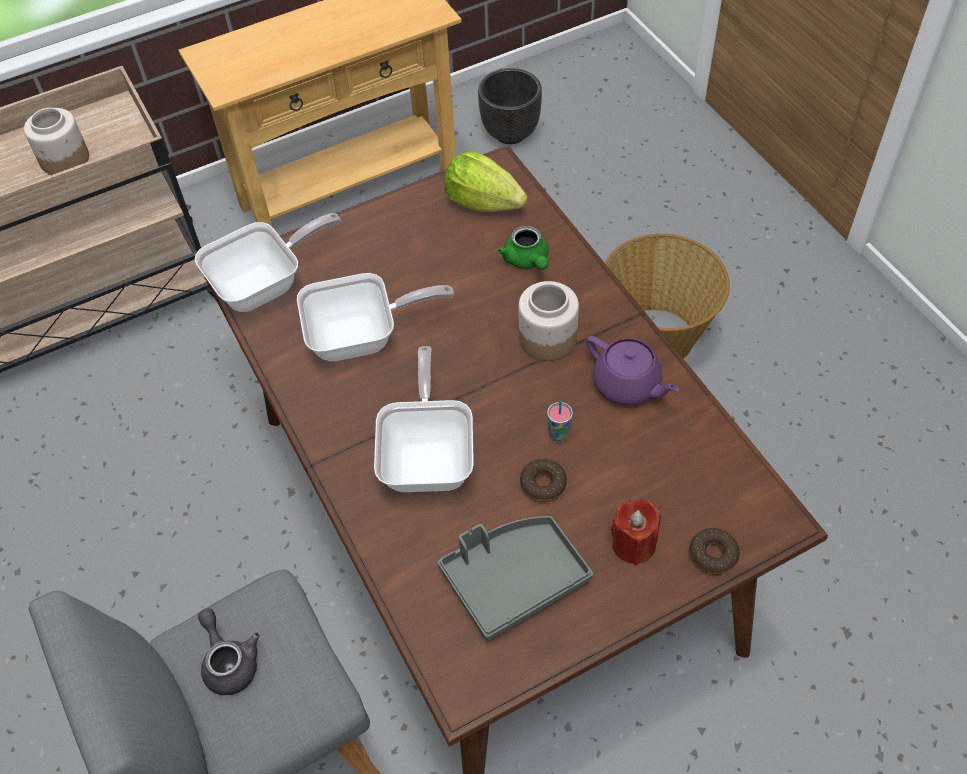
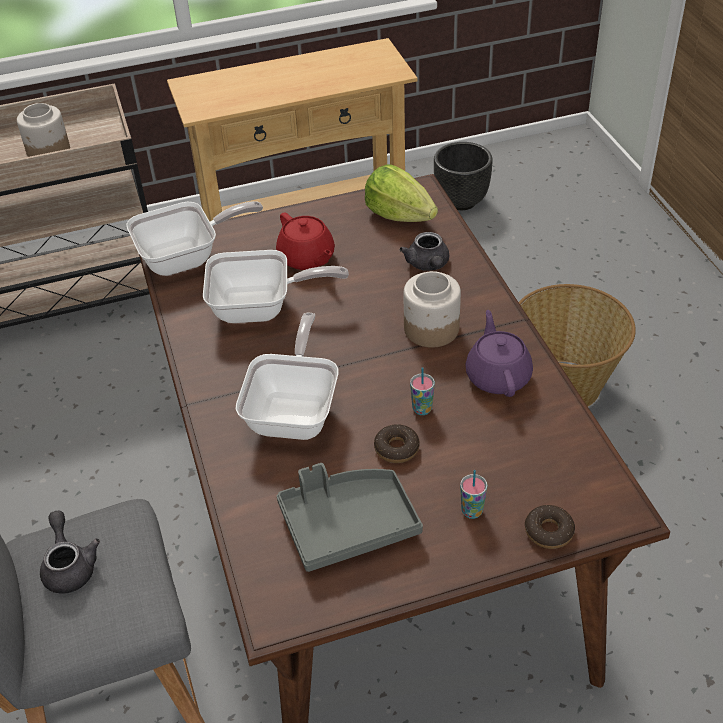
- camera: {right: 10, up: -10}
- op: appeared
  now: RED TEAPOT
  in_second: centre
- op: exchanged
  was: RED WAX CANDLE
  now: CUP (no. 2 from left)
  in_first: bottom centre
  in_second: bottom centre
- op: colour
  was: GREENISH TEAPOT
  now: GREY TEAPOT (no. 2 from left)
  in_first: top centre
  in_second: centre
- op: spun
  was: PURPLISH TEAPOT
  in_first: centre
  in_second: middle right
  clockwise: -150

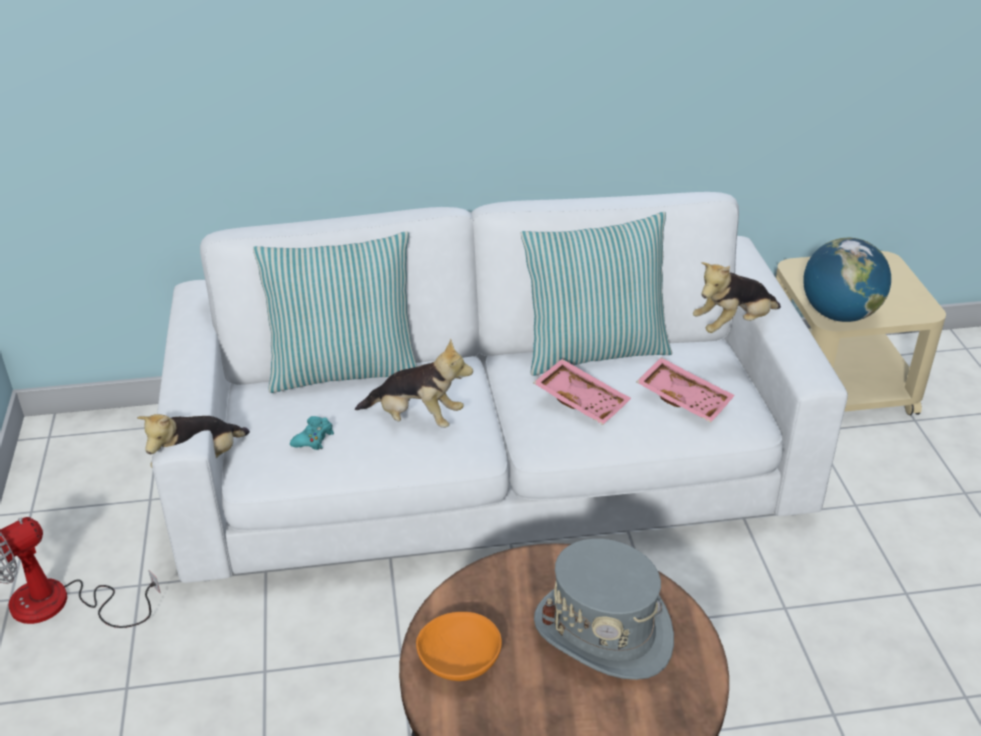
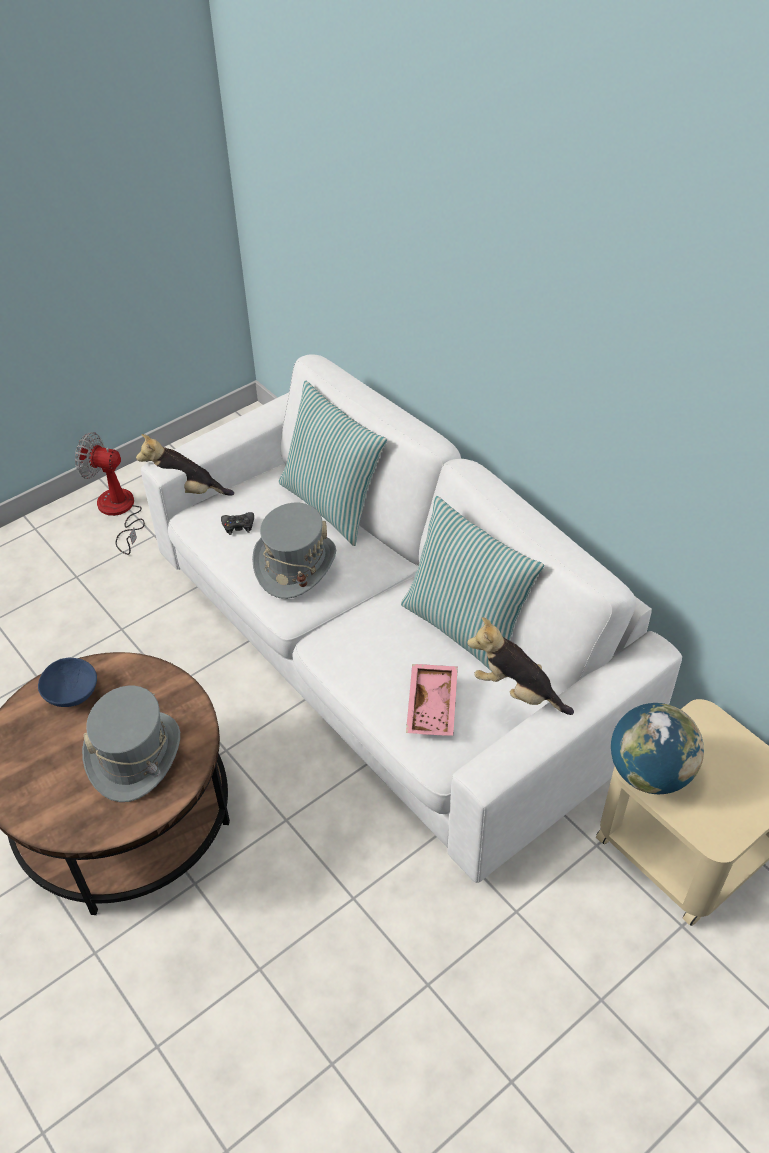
- camera: {right: 60, up: 10}
- op: missing
  was: PINK-COLOURED CARRYING TRAY (no. 1 from left)
  in_first: centre
- op: exchanged
  was: PLUSH TOY (no. 2 from left)
  now: GREY CLOTHING HAT (no. 2 from left)
  in_first: centre
  in_second: centre
- op: colour
  was: TURQUOISE-COLOURED GAME CONTROLLER
  now: BLACKISH GAME CONTROLLER
  in_first: middle left
  in_second: middle left
- op: colour
  was: ORANGEY BOWL
  now: BLUE-COLOURED BOWL
  in_first: bottom centre
  in_second: middle left

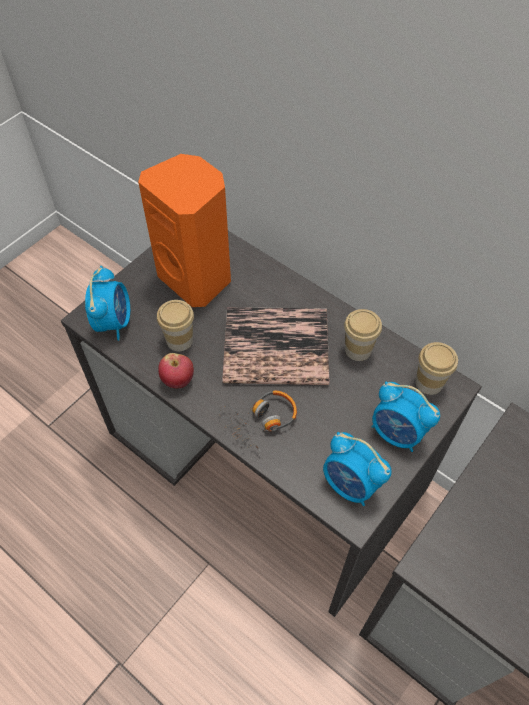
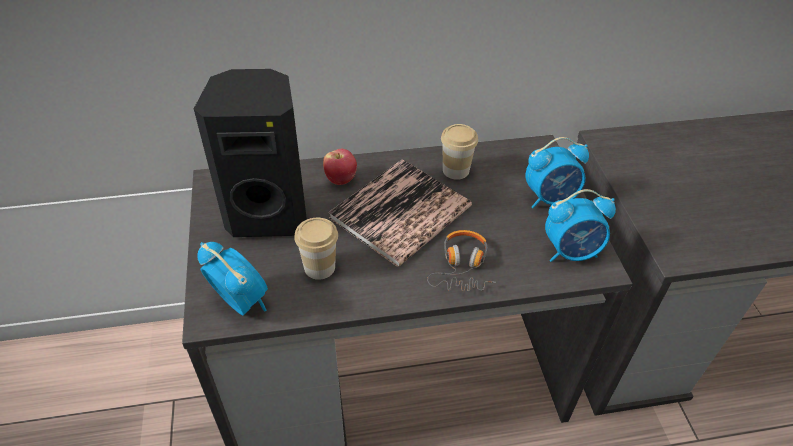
- camera: {right: -50, up: -10}
- op: missing
  was: CUP (no. 3 from left)
  in_first: middle right
- op: relocated
  was: APPLE FRUIT
  in_first: middle left
  in_second: centre
- op: colour
  was: ORANGEY SPEAKER
  now: BLACKISH SPEAKER
  in_first: top centre
  in_second: middle left

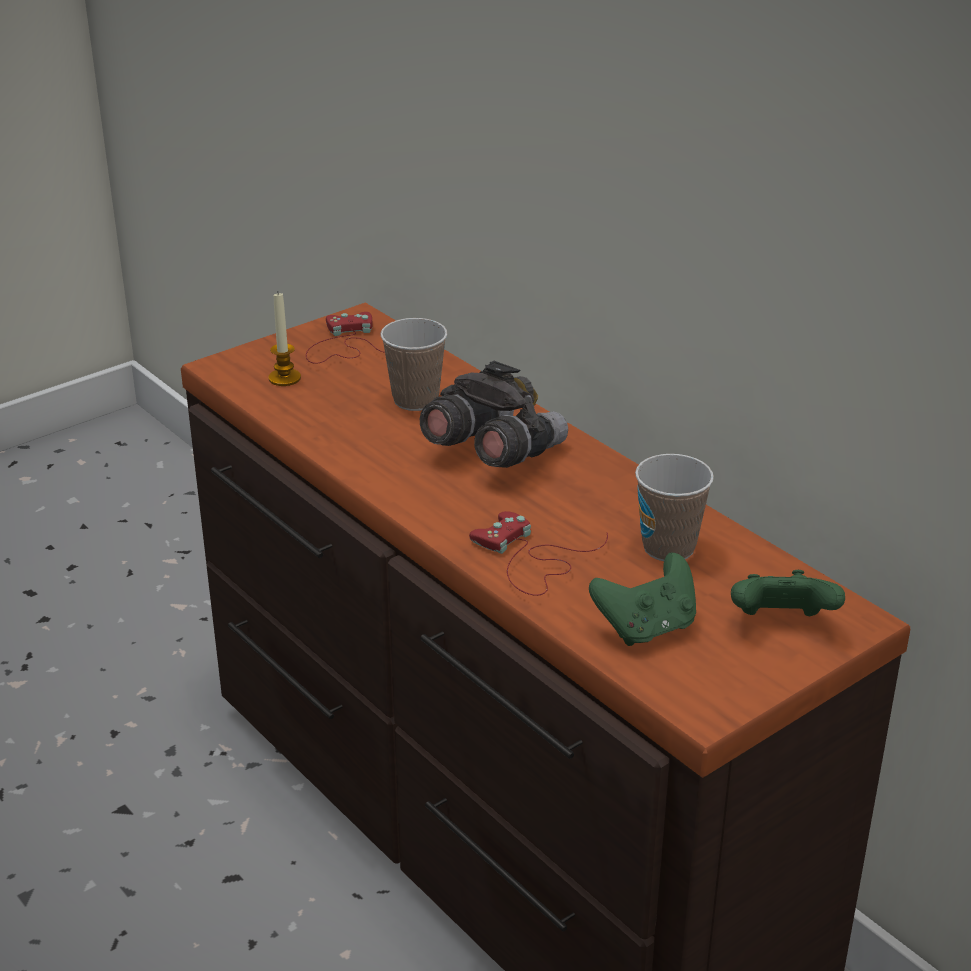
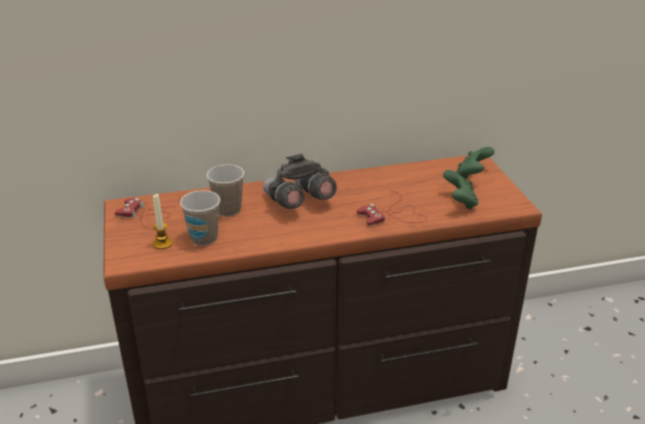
- camera: {right: -65, up: 0}
- op: relocated
  was: CUP (no. 2 from left in the first image)
  now: CUP (no. 1 from left)
  in_first: middle right
  in_second: middle left

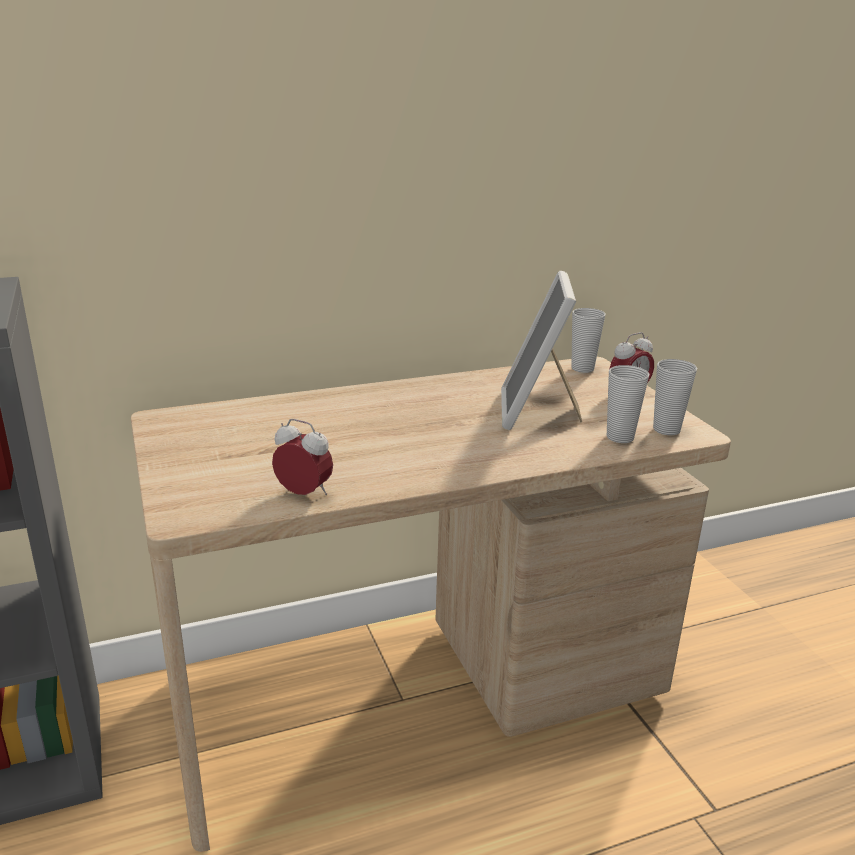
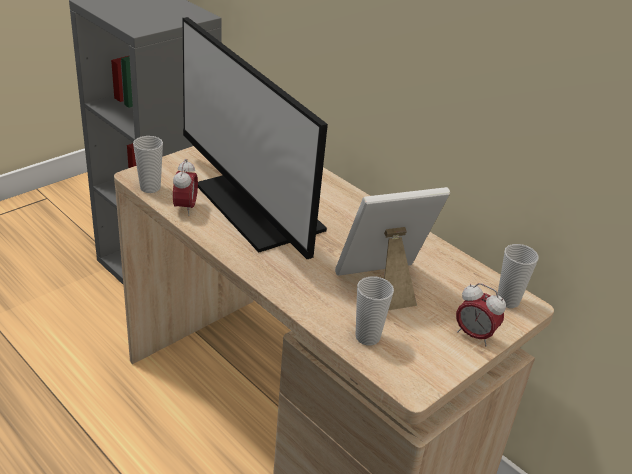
- camera: {right: 65, up: 10}
- op: appeared
  now: COMPUTER SCREEN
  in_second: top centre
- op: relocated
  was: CUP (no. 3 from left in the first image)
  now: CUP (no. 1 from left)
  in_first: middle right
  in_second: middle left

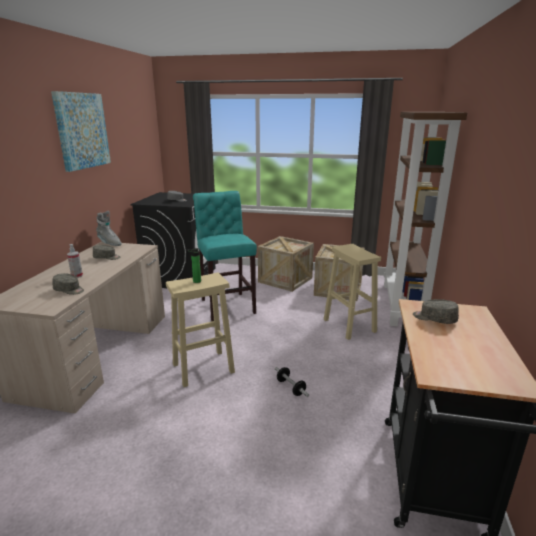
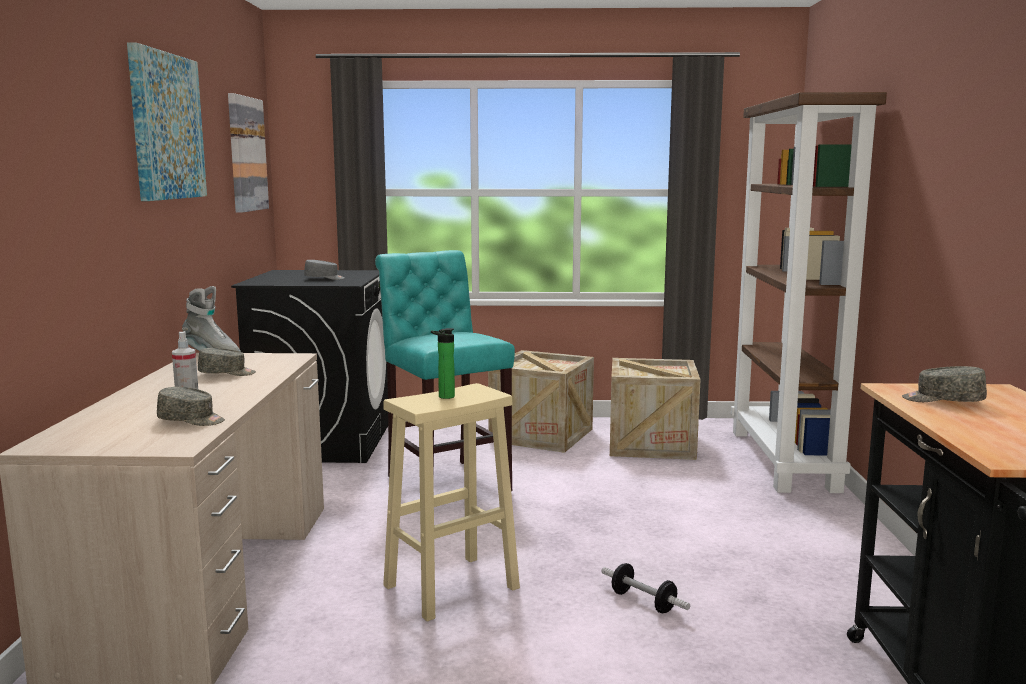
- camera: {right: -10, up: -10}
- op: missing
  was: SAND-COLOURED STOOL (no. 2 from left)
  in_first: centre
- op: appeared
  now: WALL ART (no. 2 from left)
  in_second: top left

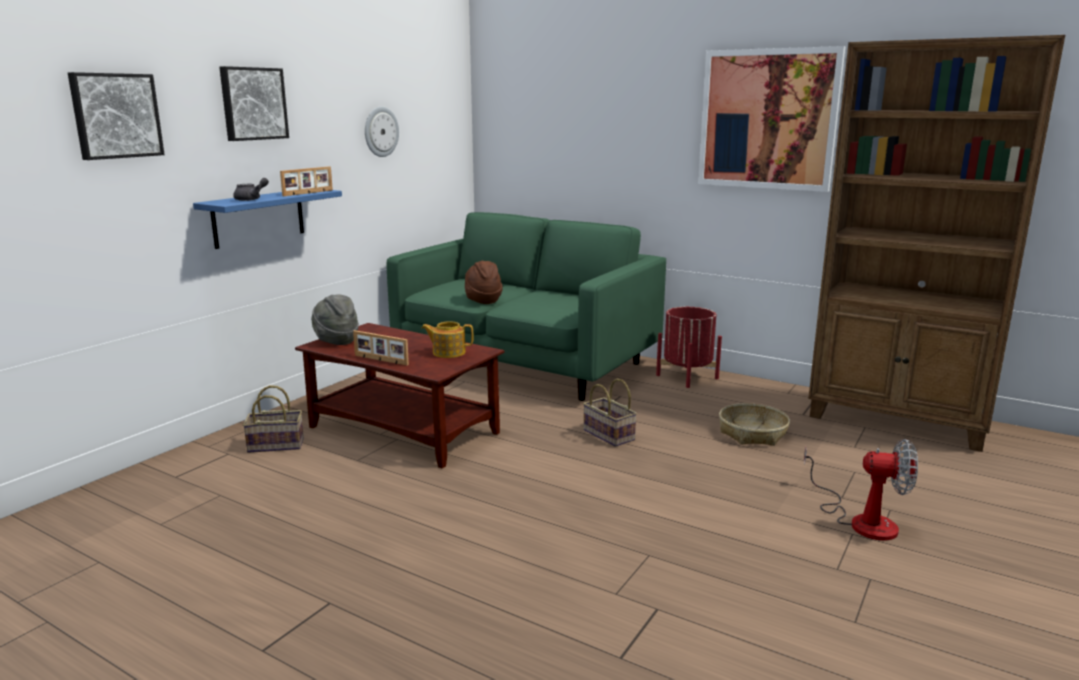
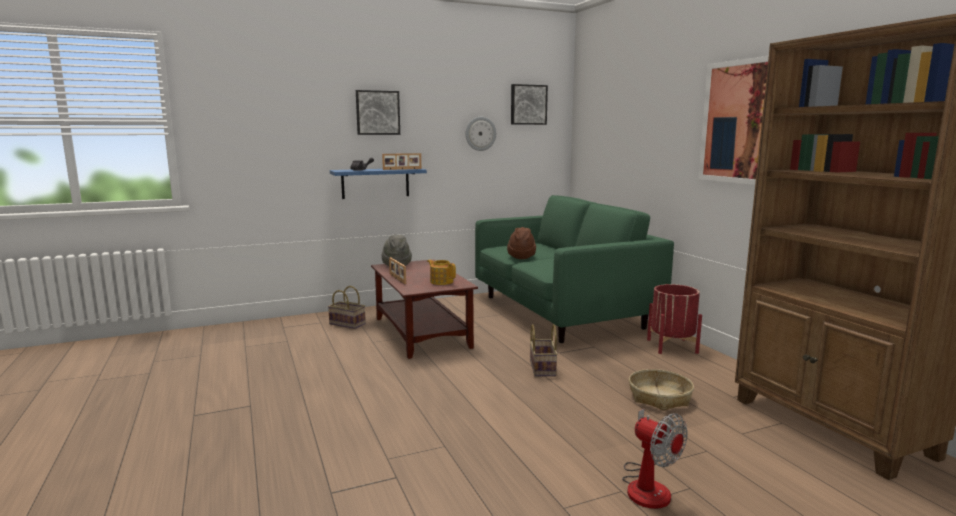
- camera: {right: 35, up: -5}
- op: relocated
  was: WALL ART (no. 1 from left in the first image)
  now: WALL ART (no. 2 from left)
  in_first: top left
  in_second: top centre

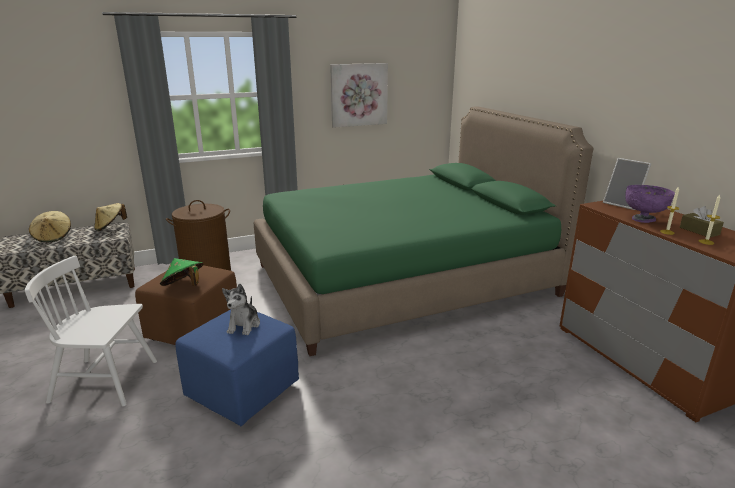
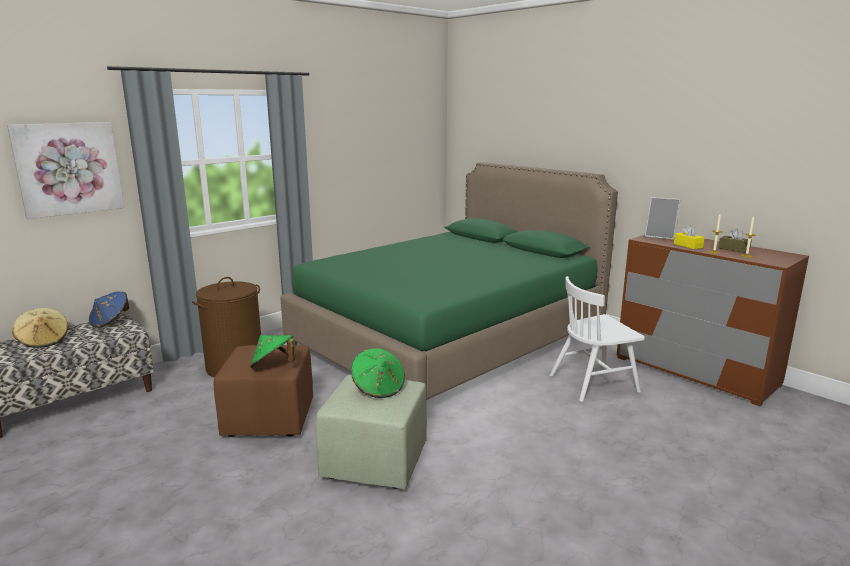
- camera: {right: -20, up: -5}
- op: relocated
  was: WHITE CHAIR
  in_first: bottom left
  in_second: middle right
- op: relocated
  was: WALL ART
  in_first: top centre
  in_second: top left
- op: exchanged
  was: PLUSH TOY
  now: GREENISH CLOTHING HAT (no. 2 from left)
  in_first: middle left
  in_second: centre
- op: exchanged
  was: PURPLISH BOWL
  now: YELLOW-COLOURED BOX OF TISSUES
  in_first: middle right
  in_second: middle right
- op: colour
  was: SAND-COLOURED CLOTHING HAT (no. 2 from left)
  now: BLUE-COLOURED CLOTHING HAT
  in_first: middle left
  in_second: middle left
- op: colour
  was: BLUE-COLOURED OTTOMAN
  now: GREENISH OTTOMAN
  in_first: bottom left
  in_second: bottom centre

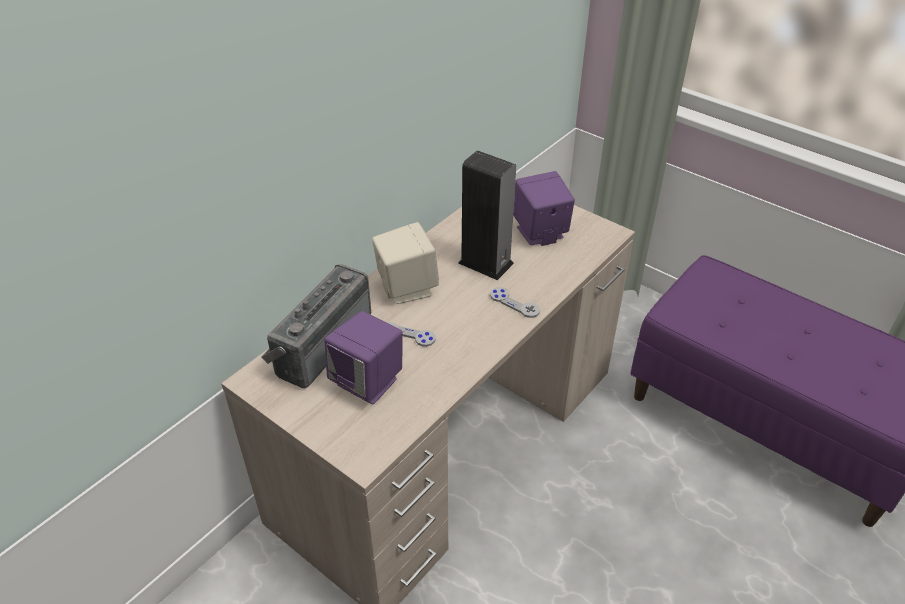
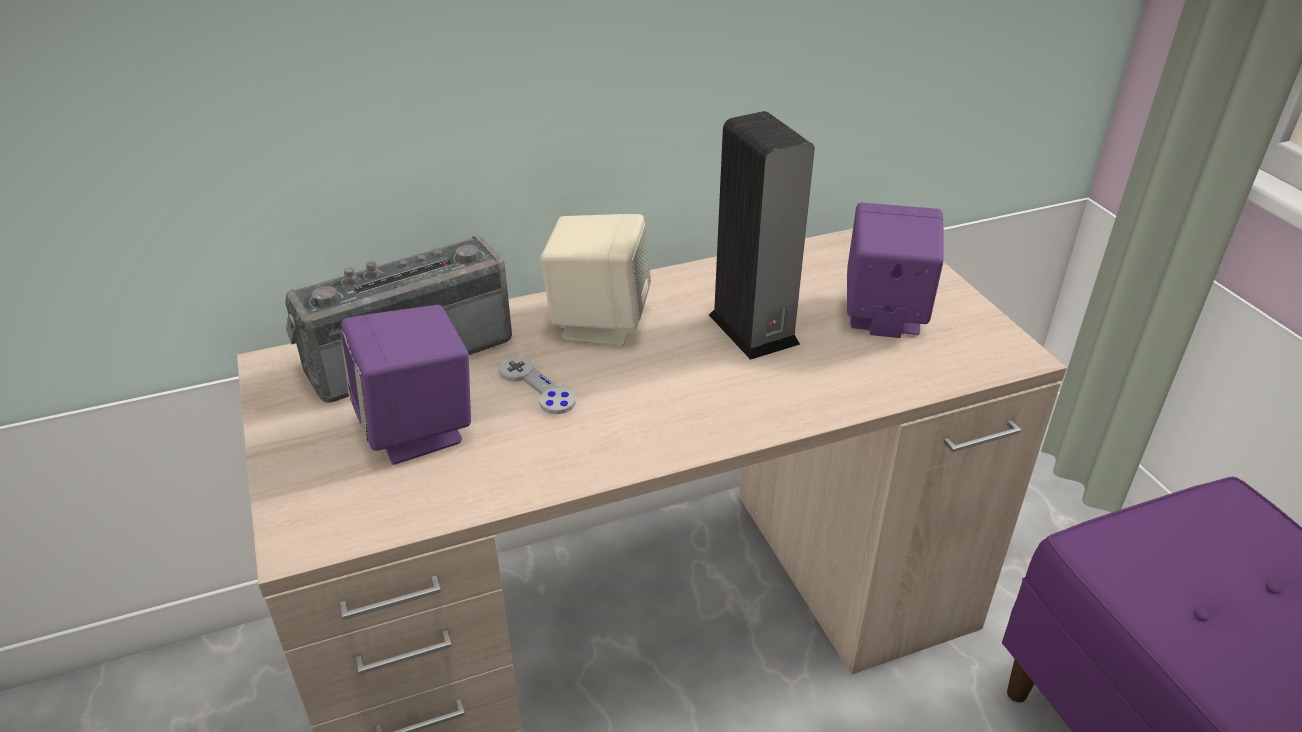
- camera: {right: 30, up: -5}
- op: missing
  was: GREY GAME CONTROLLER (no. 2 from left)
  in_first: centre

